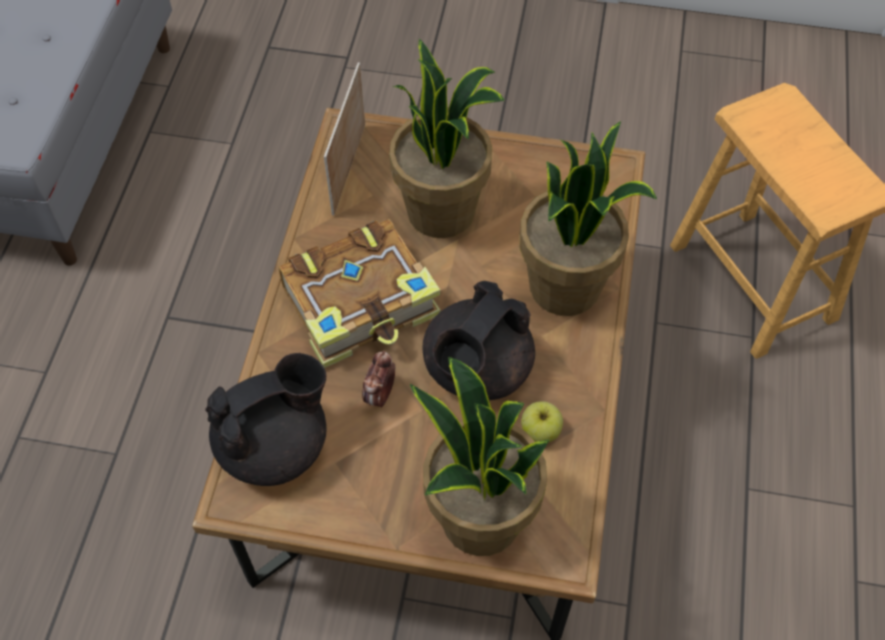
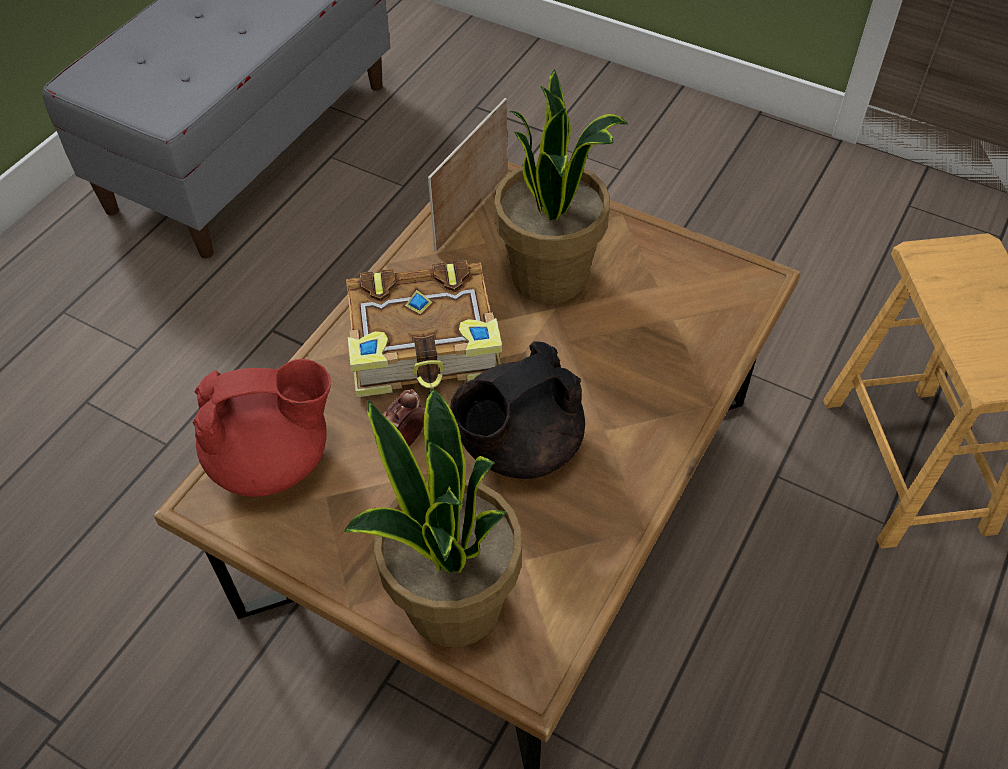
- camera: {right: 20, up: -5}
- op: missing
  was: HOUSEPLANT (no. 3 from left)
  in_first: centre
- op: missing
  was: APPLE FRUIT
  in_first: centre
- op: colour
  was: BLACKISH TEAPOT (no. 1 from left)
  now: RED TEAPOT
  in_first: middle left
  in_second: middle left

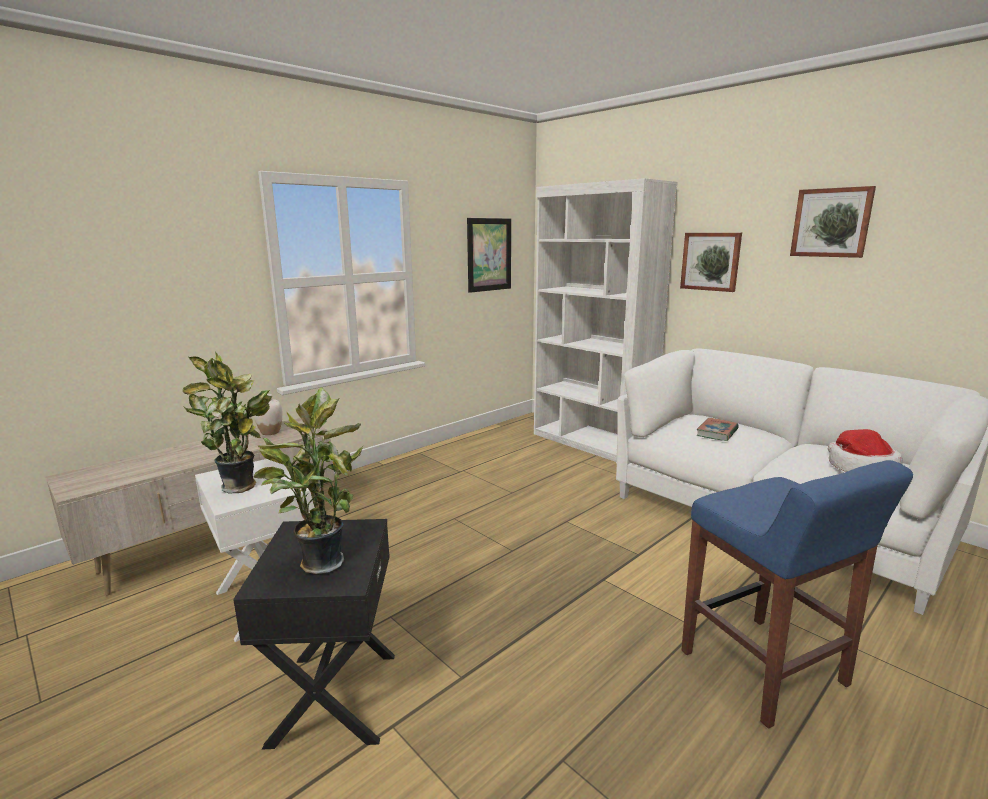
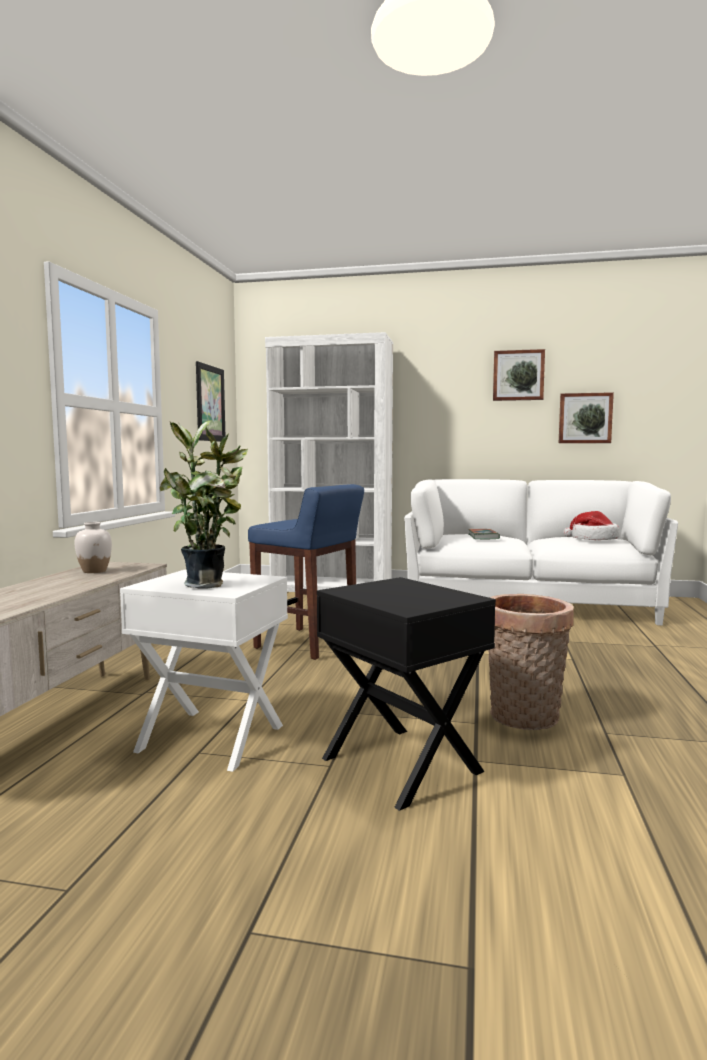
- camera: {right: -35, up: -10}
- op: missing
  was: HOUSEPLANT (no. 2 from left)
  in_first: middle left
- op: appeared
  now: BASKET
  in_second: middle right
- op: relocated
  was: WALL ART (no. 2 from left in the first image)
  now: WALL ART (no. 3 from left)
  in_first: top right
  in_second: middle right
- op: relocated
  was: BLUE-COLOURED STOOL
  in_first: bottom right
  in_second: centre

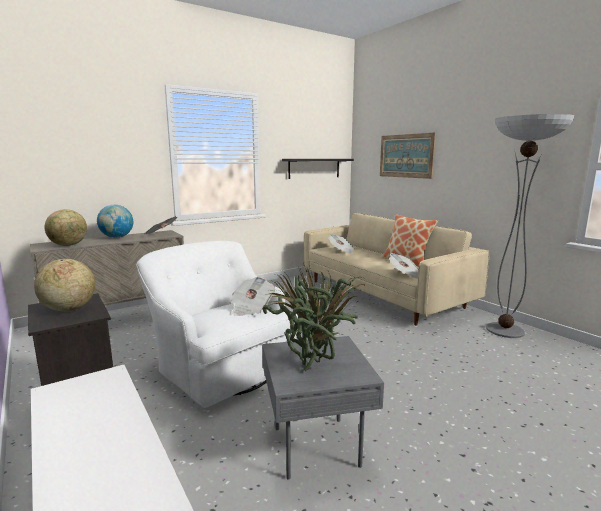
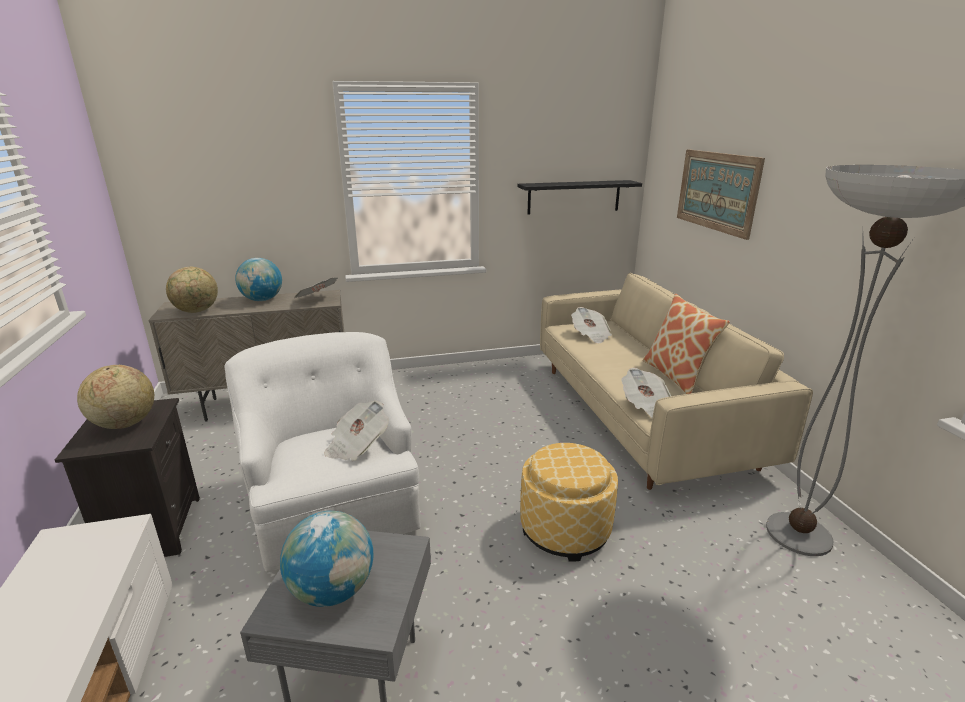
- camera: {right: 20, up: 10}
- op: appeared
  now: OTTOMAN
  in_second: bottom centre
- op: exchanged
  was: HOUSEPLANT
  now: WORLD GLOBE (no. 4 from left)
  in_first: centre
  in_second: bottom centre

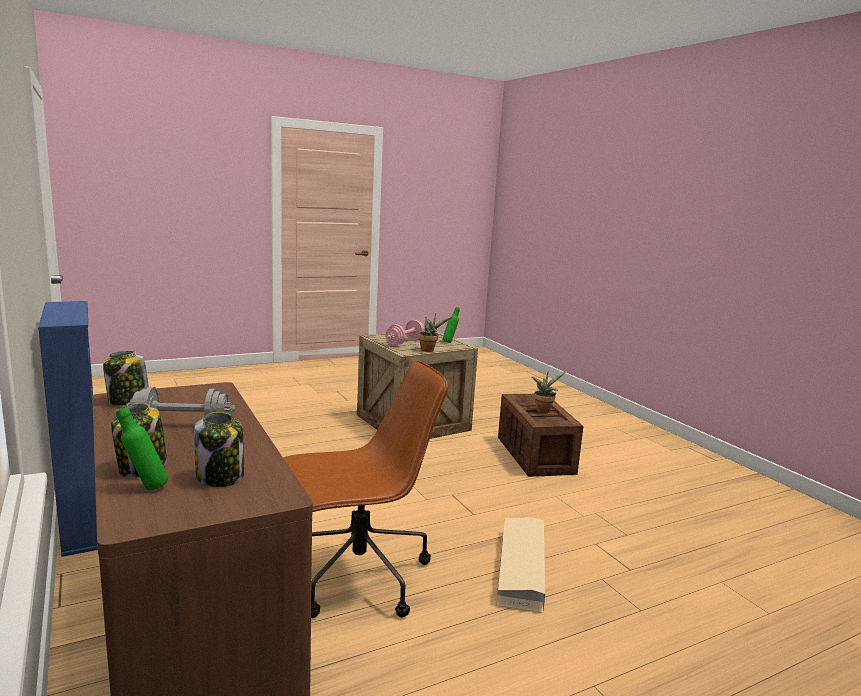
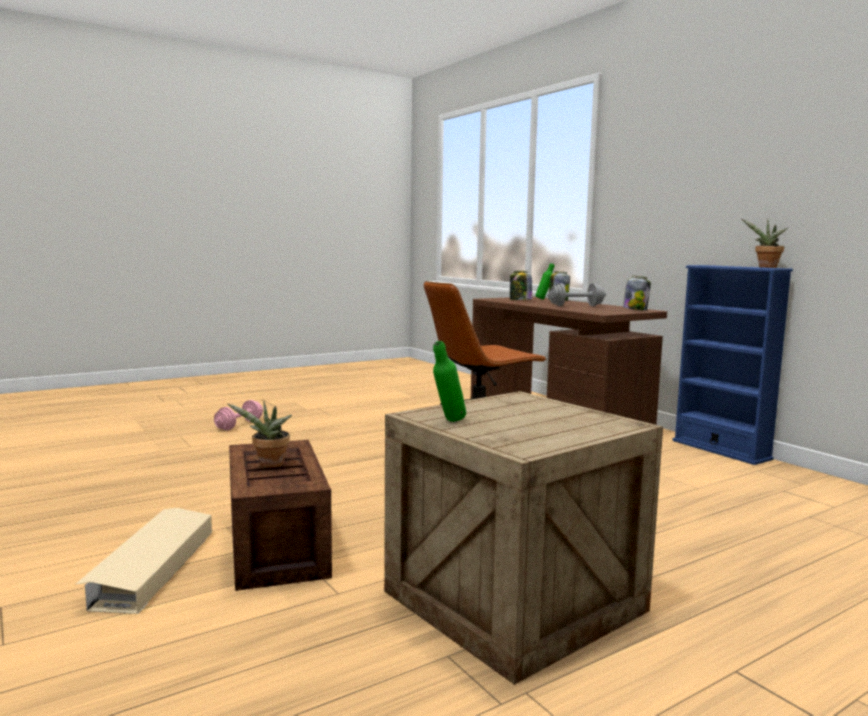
- camera: {right: 175, up: -5}
- op: relocated
  was: PINK-COLOURED DUMBBELL
  in_first: centre
  in_second: middle left
- op: relocated
  was: HOUSEPLANT (no. 1 from left in the first image)
  now: HOUSEPLANT (no. 2 from left)
  in_first: centre
  in_second: middle right
- op: relocated
  was: SAND-COLOURED STORAGE BIN
  in_first: bottom centre
  in_second: bottom left

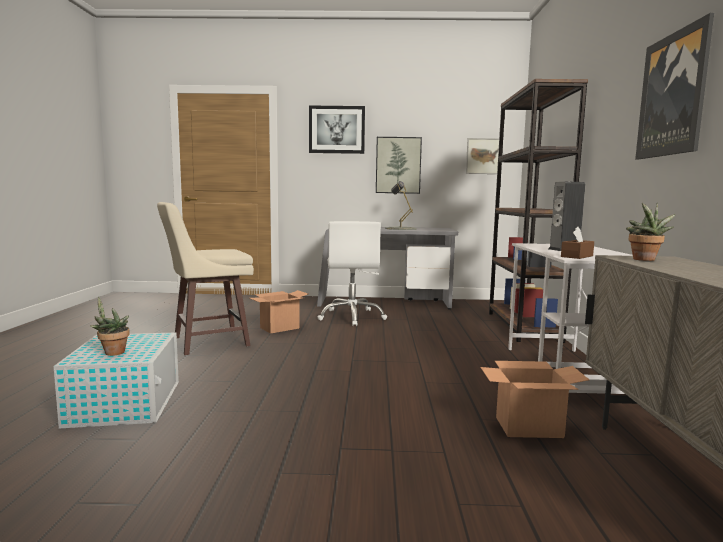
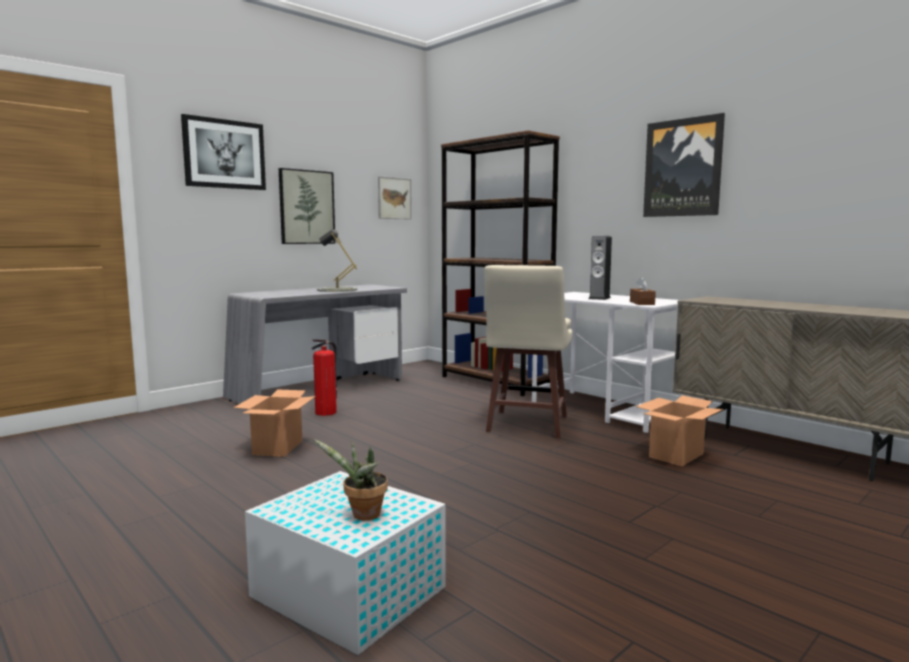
- camera: {right: -45, up: 0}
- op: missing
  was: HOUSEPLANT (no. 2 from left)
  in_first: middle right
- op: relocated
  was: SAND-COLOURED STOOL
  in_first: middle left
  in_second: centre
- op: exchanged
  was: WHITE OFFICE CHAIR
  now: FIRE-FIGHTING CYLINDER
  in_first: centre
  in_second: centre

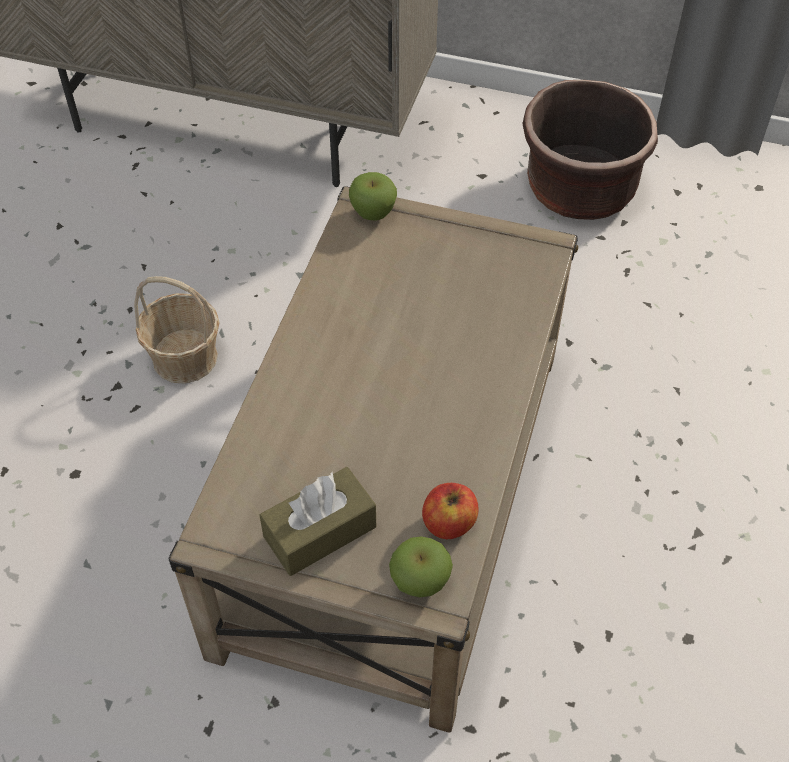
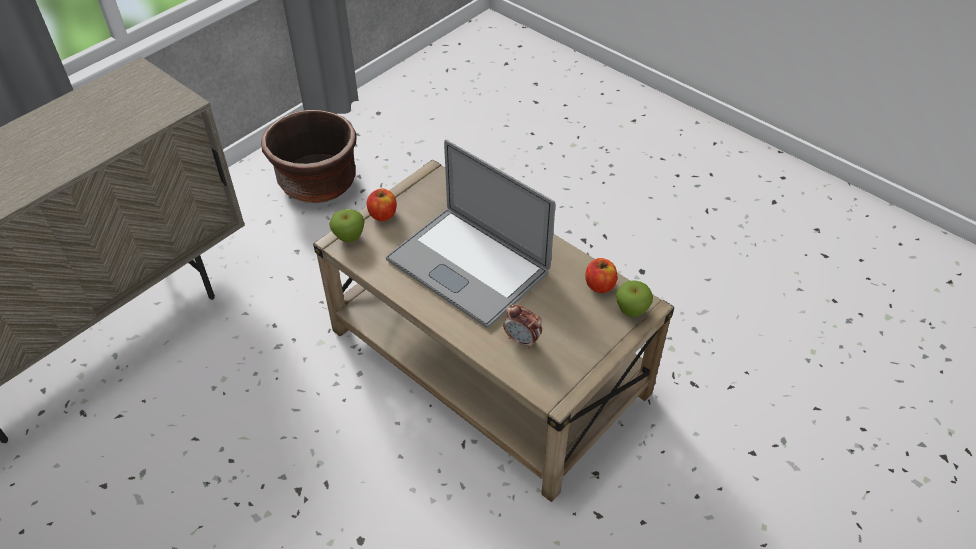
- camera: {right: -65, up: -5}
- op: missing
  was: BASKET
  in_first: middle left
- op: missing
  was: BROWN-COLOURED BOX OF TISSUES
  in_first: bottom centre
- op: appeared
  now: APPLE FRUIT (no. 2 from left)
  in_second: centre
- op: appeared
  now: LAPTOP
  in_second: centre
- op: appeared
  now: BEDSIDE CLOCK
  in_second: centre

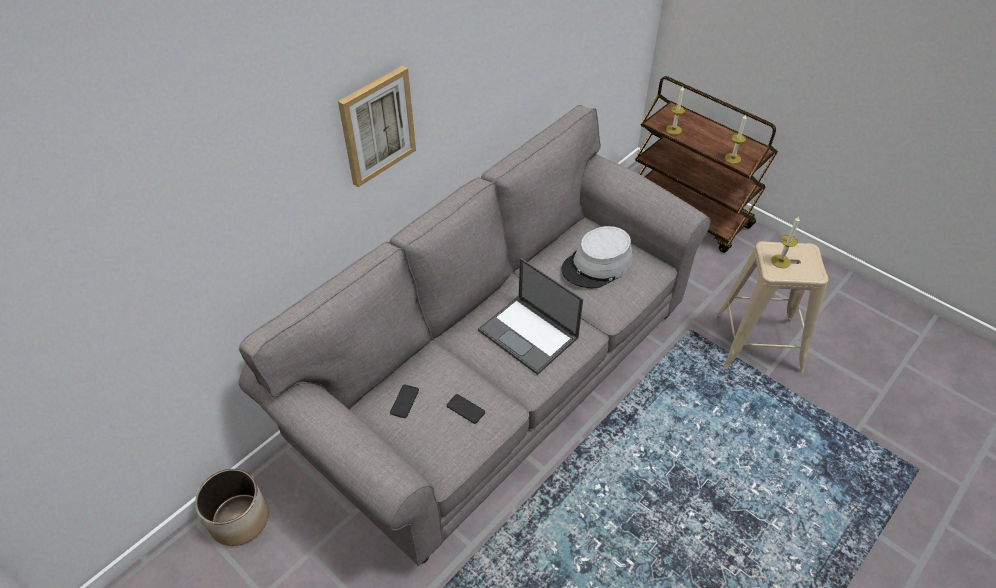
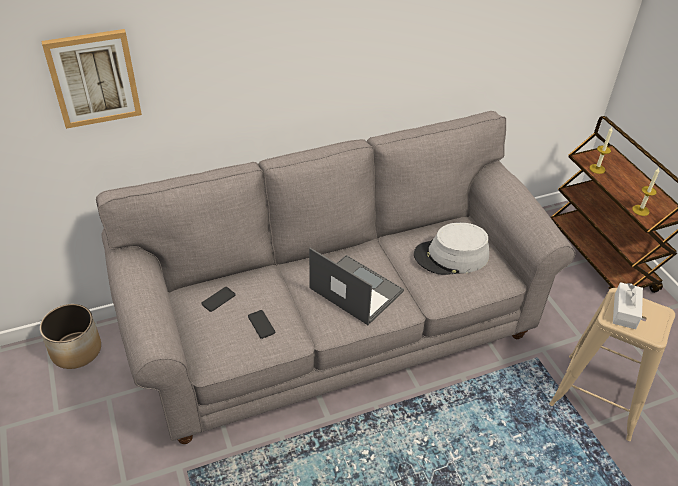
- camera: {right: 25, up: -5}
- op: relocated
  was: WALL ART
  in_first: top centre
  in_second: top left
- op: exchanged
  was: WAX CANDLE (no. 3 from left)
  now: WHITE BOX OF TISSUES
  in_first: middle right
  in_second: middle right
- op: spun
  was: LAPTOP
  in_first: centre
  in_second: centre
  clockwise: 150

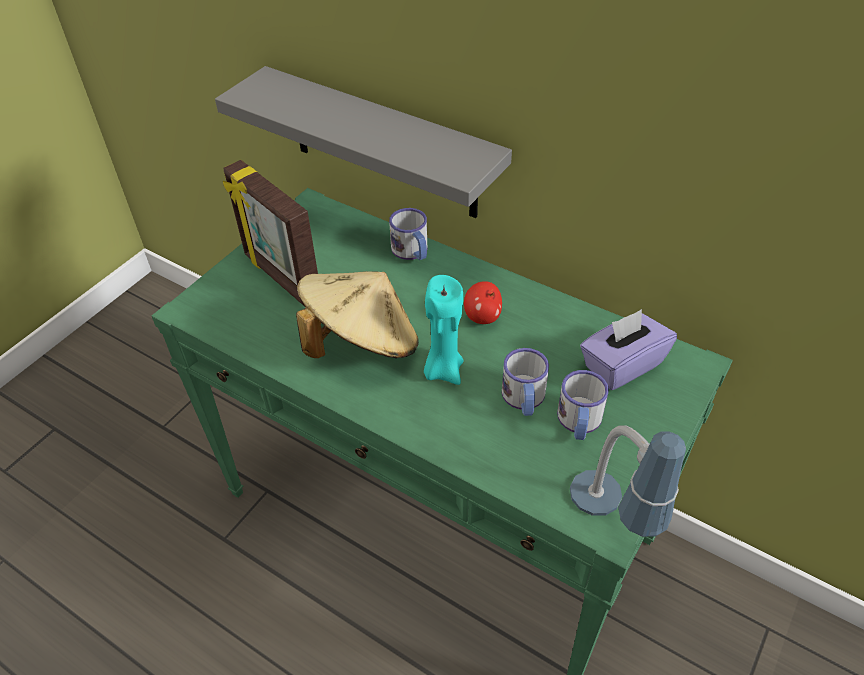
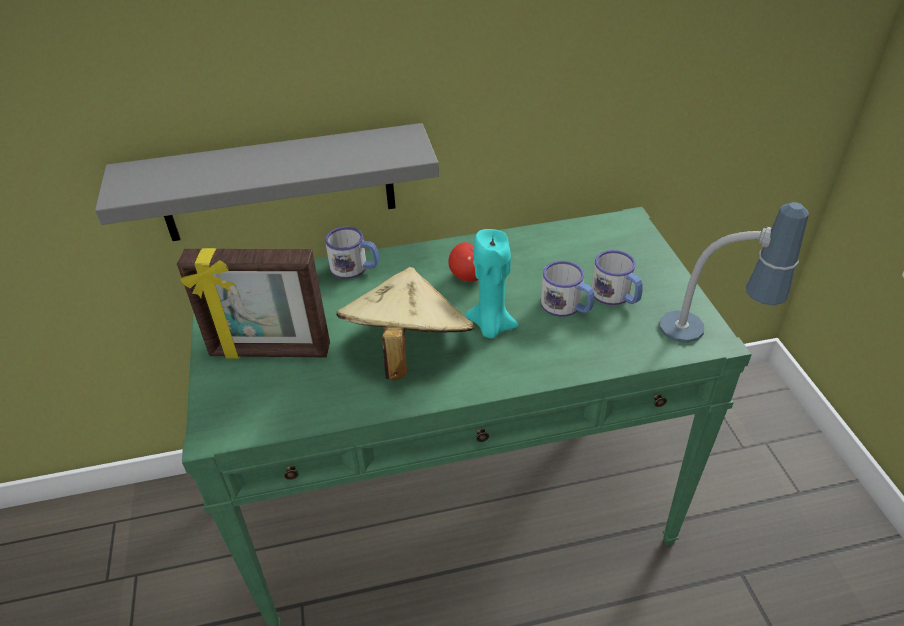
- camera: {right: -45, up: -5}
- op: missing
  was: PURPLISH BOX OF TISSUES
  in_first: middle right

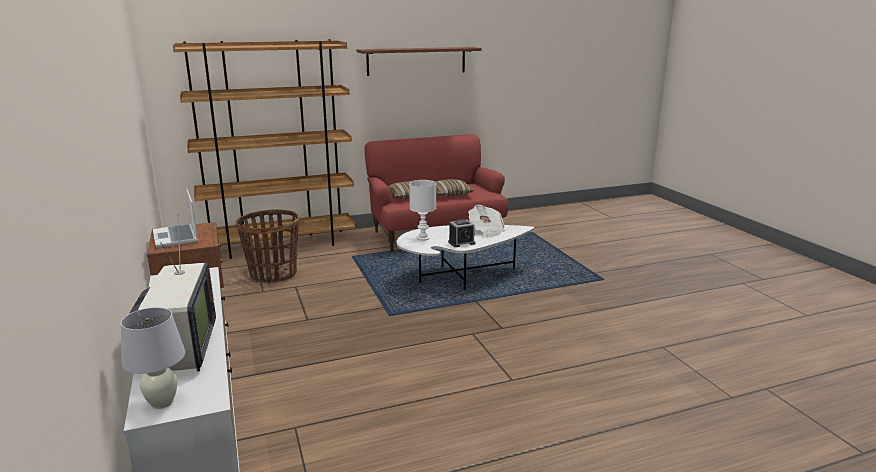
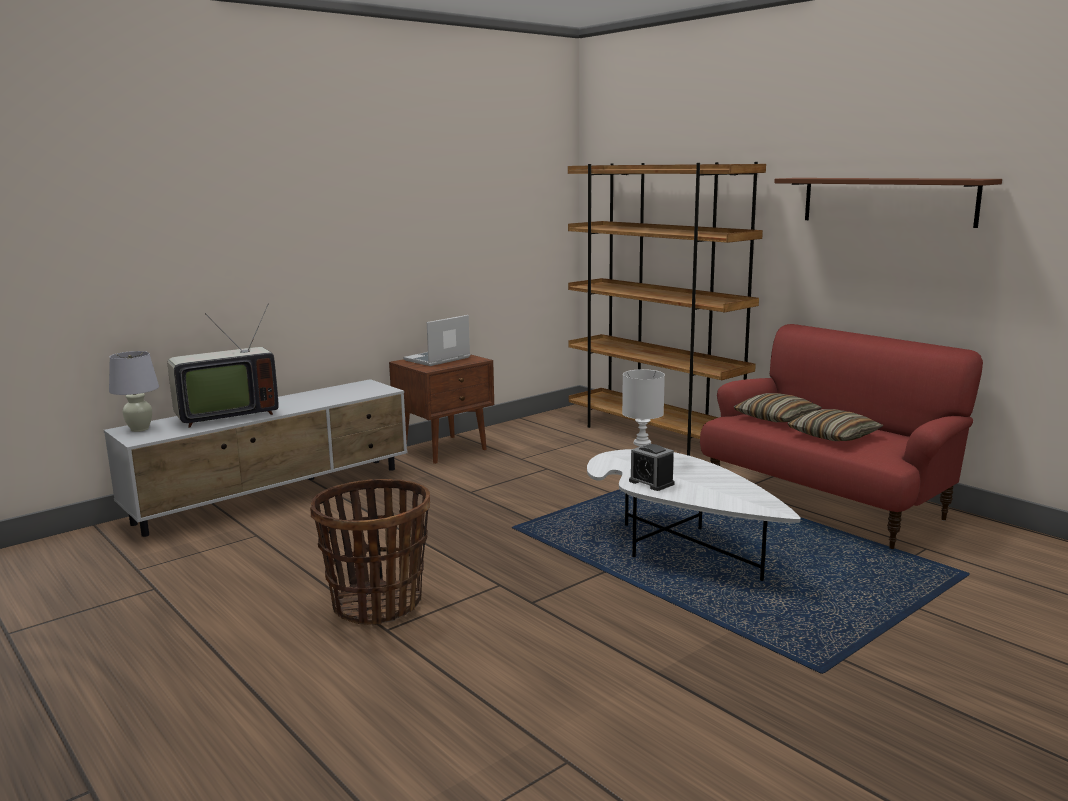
- camera: {right: 70, up: -5}
- op: missing
  was: NEWSPAPER
  in_first: centre
- op: relocated
  was: BASKET
  in_first: middle left
  in_second: bottom centre

